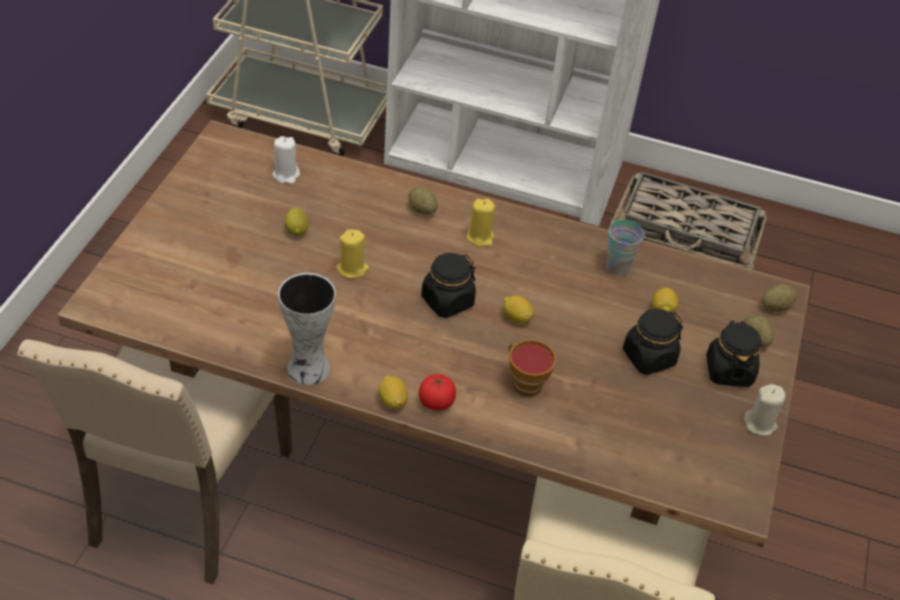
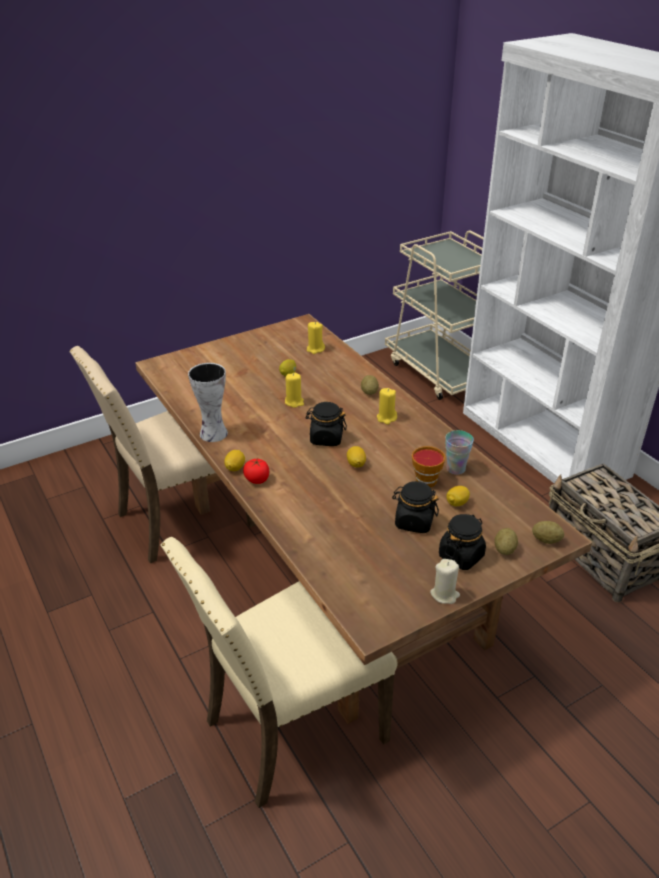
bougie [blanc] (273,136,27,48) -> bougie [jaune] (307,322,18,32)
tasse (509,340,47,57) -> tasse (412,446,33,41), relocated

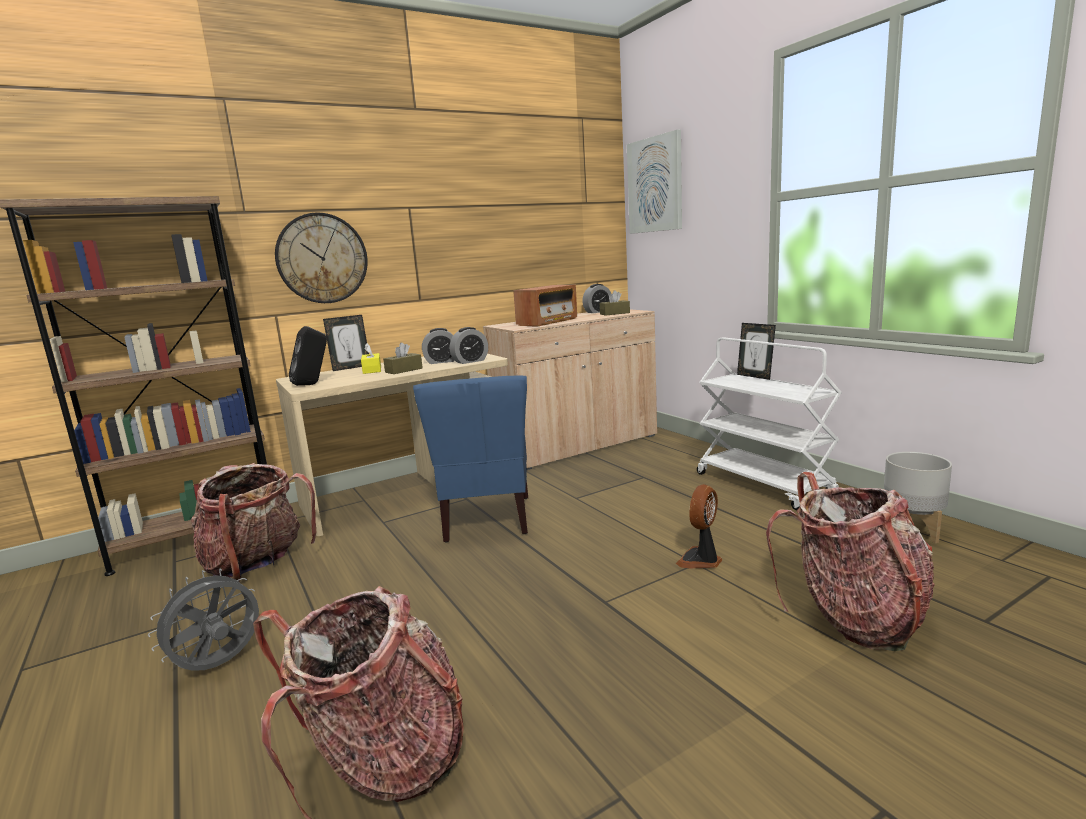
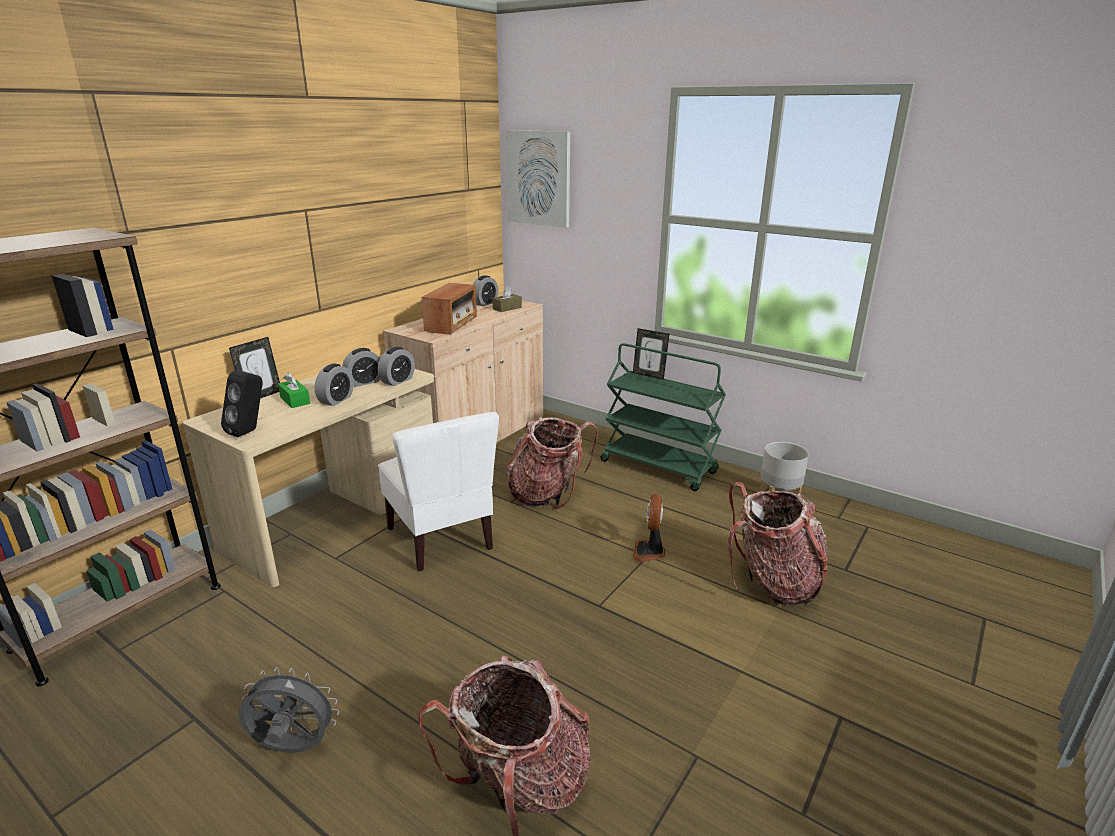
horloge murale (275,213,93,90) -> none
chariot [blanc] (697,337,145,173) -> chariot [vert] (601,343,125,148)
boîte à mouchoirs [marron] (383,342,40,32) -> réveil (315,363,39,43)
boîte à mouchoirs [jaune] (361,343,20,31) -> boîte à mouchoirs [vert] (278,373,32,35)
chaise [bleu] (413,376,115,167) -> chaise [blanc] (378,412,121,159)
sac à dos (191,463,125,119) -> sac à dos (506,417,92,93), relocated
ventilateur [gris] (148,569,111,102) -> ventilateur [gris] (239,667,100,86), 75 degrees clockwise

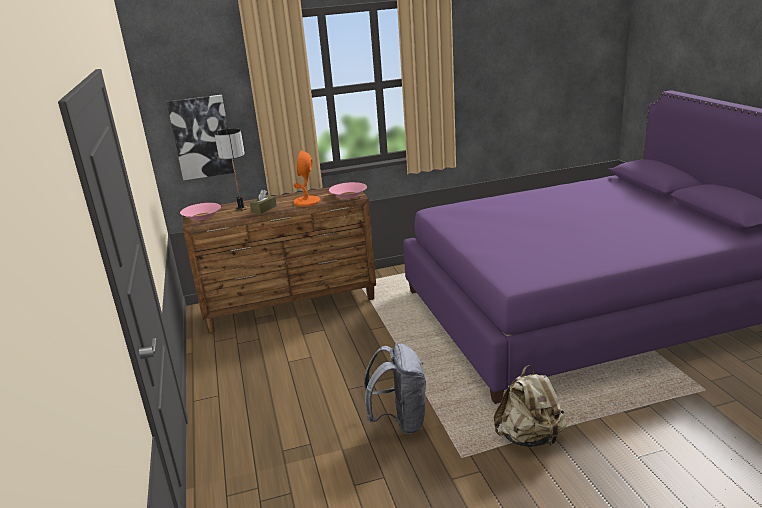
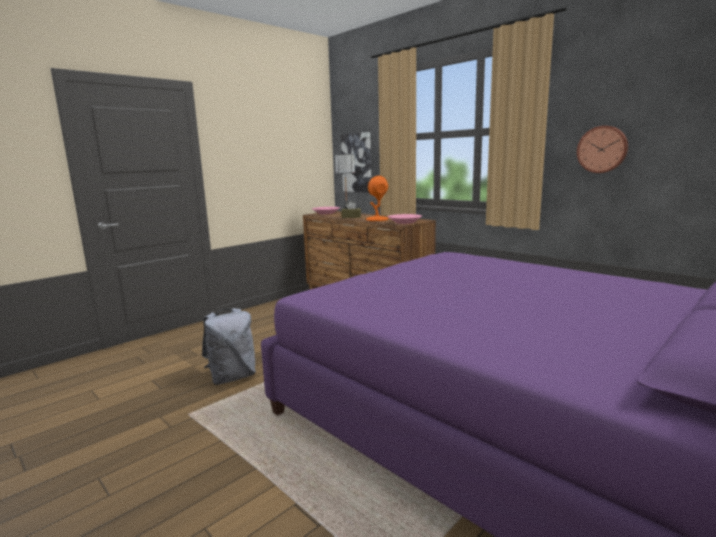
sac à dos [beige] (494,365,73,82) -> none
none -> horloge murale (577,126,51,47)

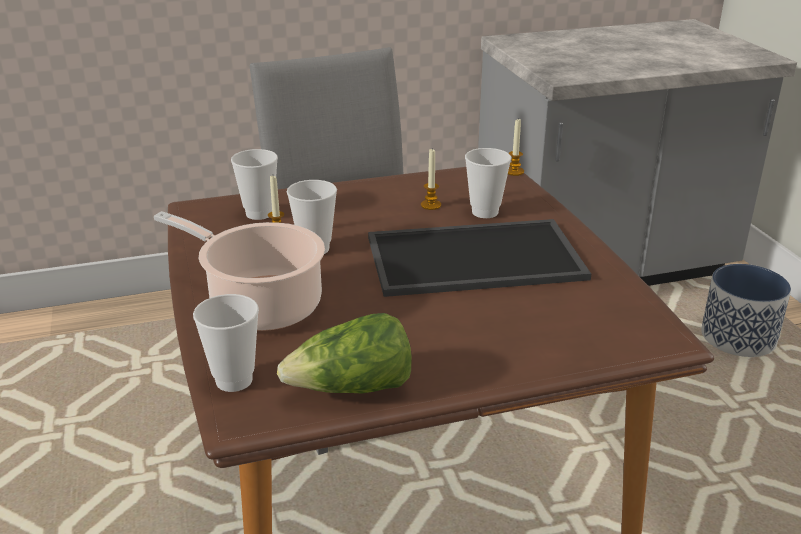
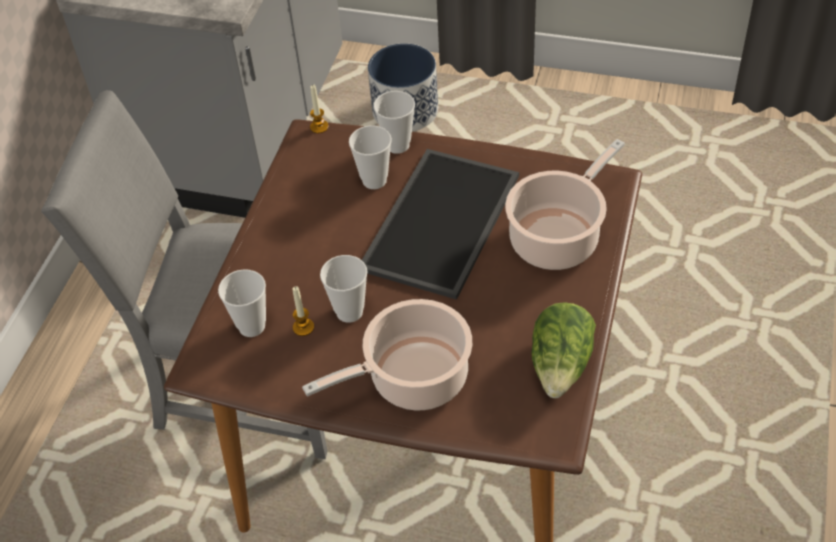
bougie (421,149,20,61) -> none
tasse (193,294,66,98) -> tasse (374,91,41,63), relocated
none -> marmite (505,139,120,131)

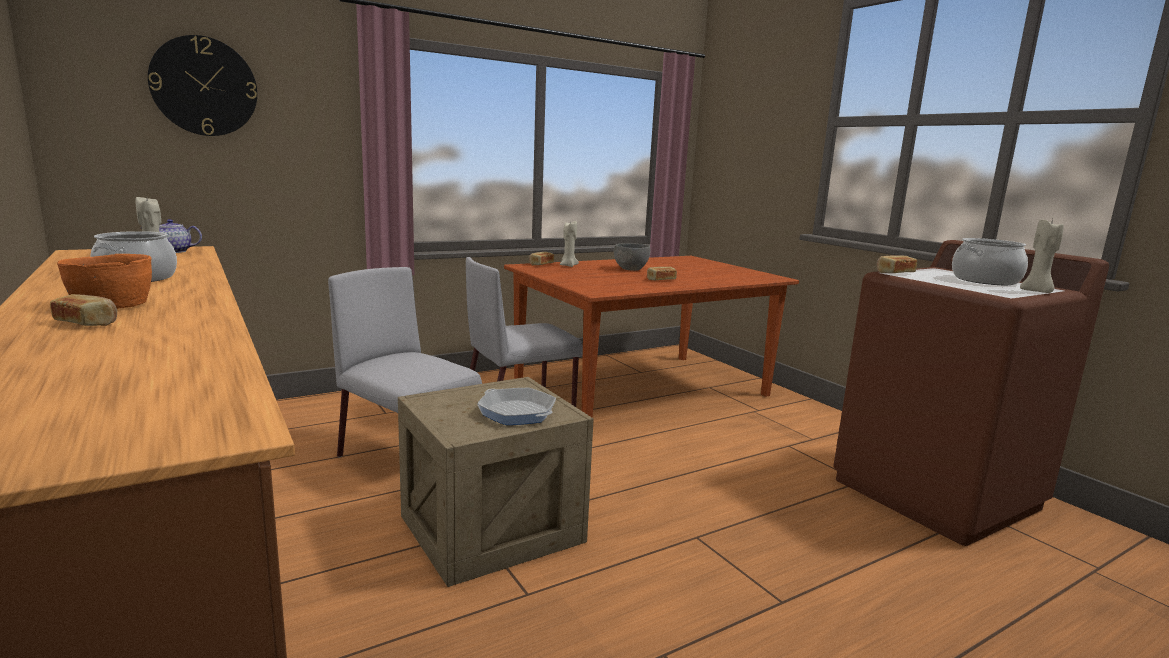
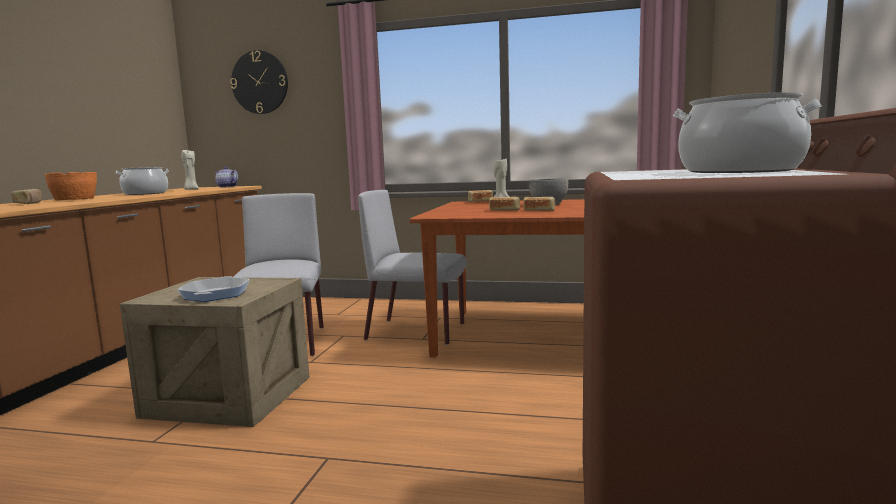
bougie [beige] (1020,219,44,74) -> none
pain (877,255,40,18) -> pain (489,197,31,13), relocated

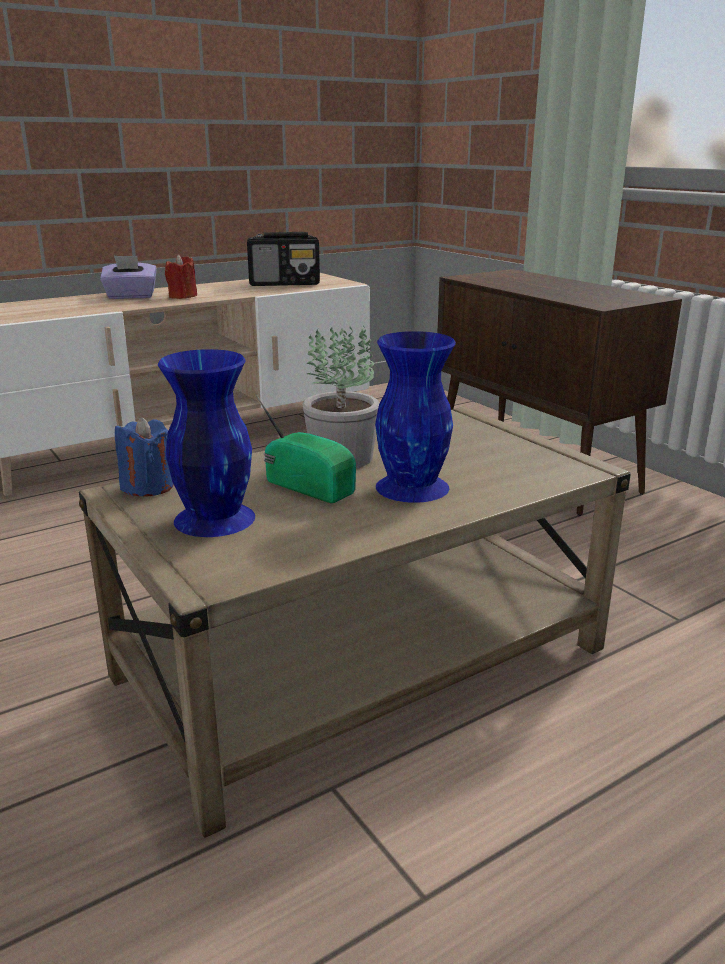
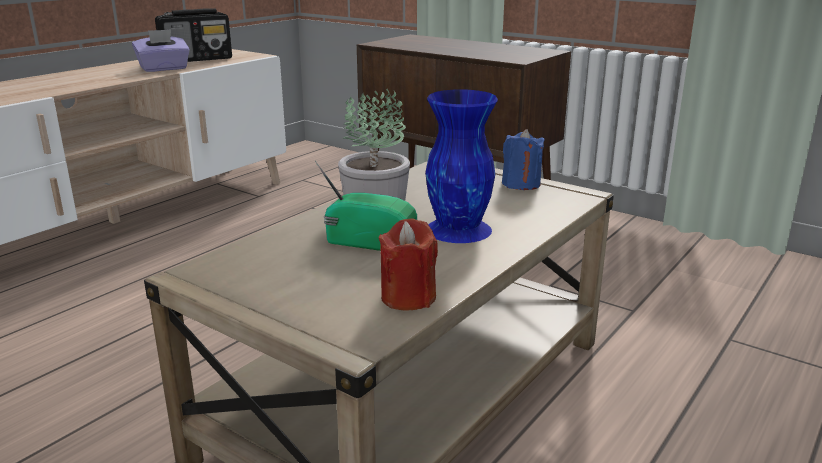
bougie [rouge] (165,255,32,44) -> bougie [rouge] (379,218,59,93), relocated
boîte à mouchoirs [violet] (100,256,57,43) -> boîte à mouchoirs [violet] (132,29,58,43), relocated
vase [bleu] (158,349,97,188) -> none
bougie [bleu] (115,417,59,80) -> bougie [bleu] (502,129,43,61), relocated

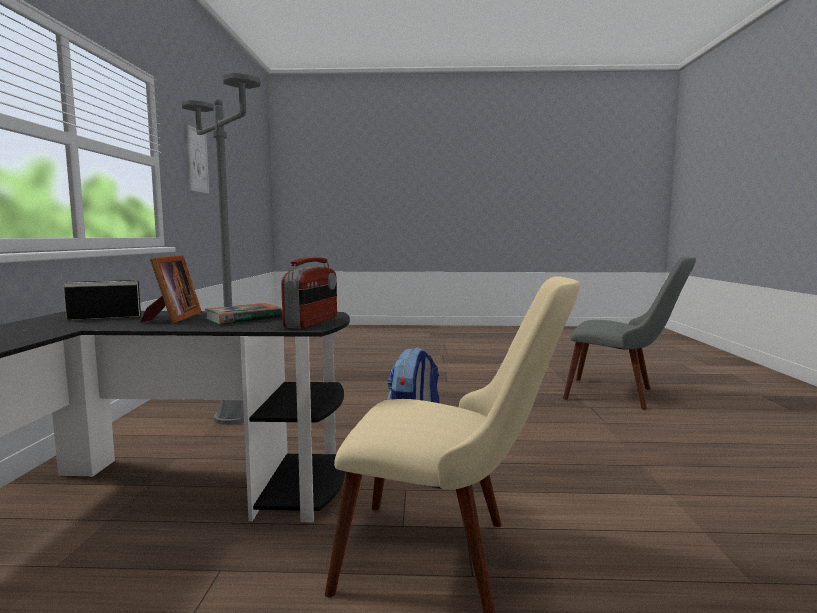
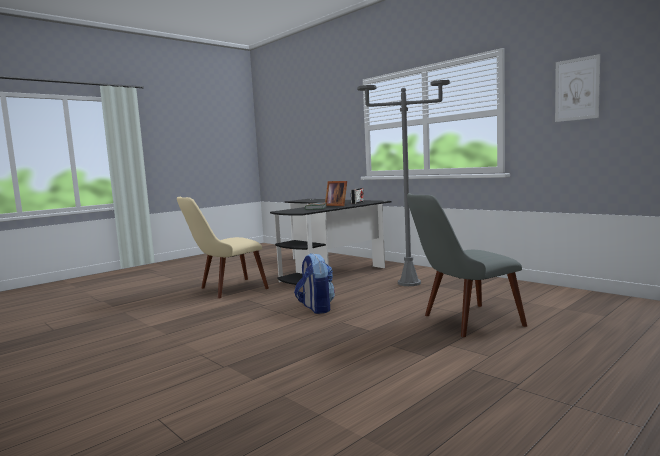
chaise [gris] (563,256,133,154) -> chaise [gris] (407,193,120,144), relocated
radio (281,257,56,72) -> none

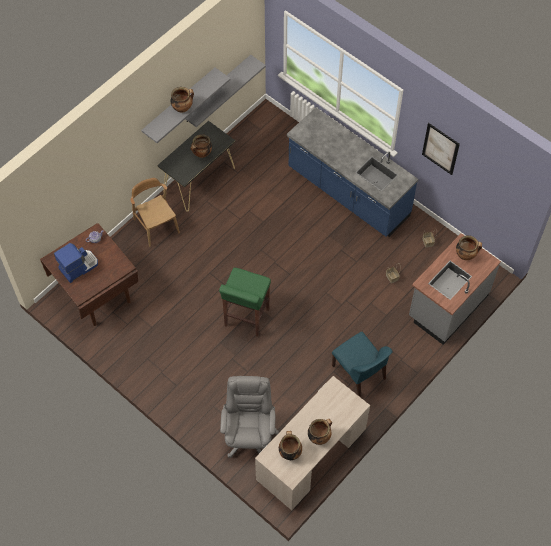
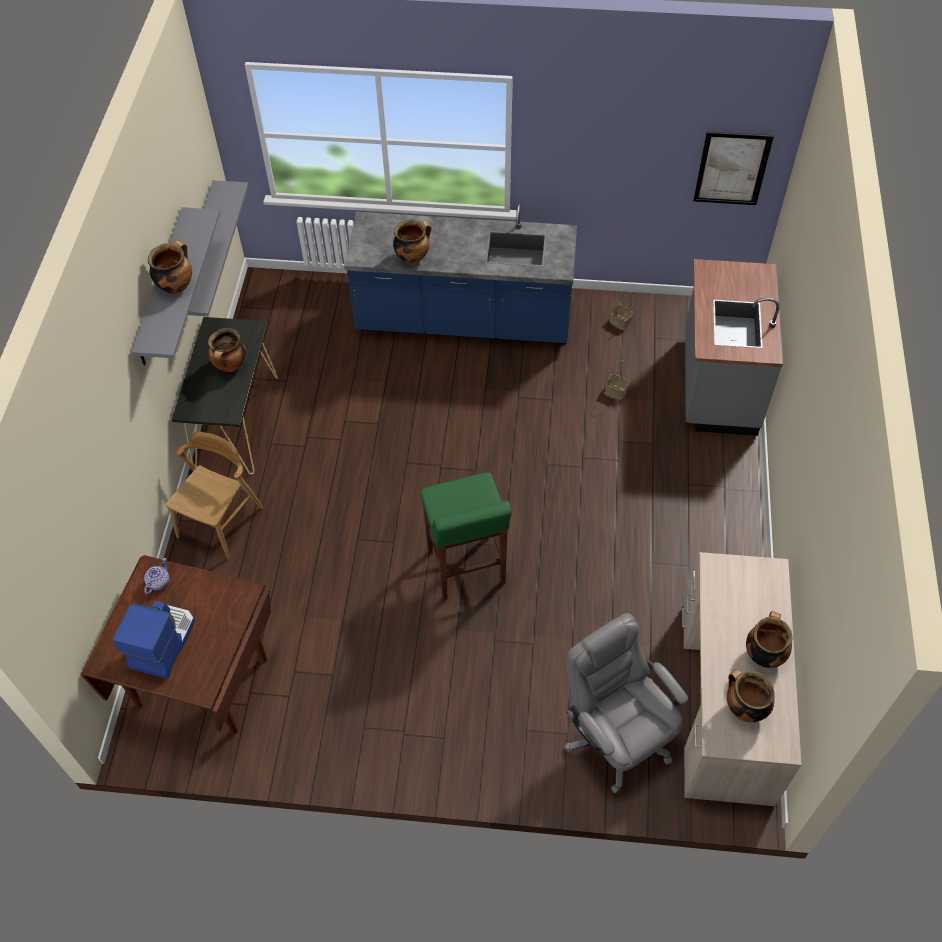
tableau (422,123,38,52) -> tableau (693,132,81,73), relocated
chaise [marron] (131,178,49,69) -> chaise [marron] (166,432,97,128), 90 degrees clockwise
marmite (456,235,26,25) -> marmite (393,219,38,45), relocated
chaise [bleu] (332,332,61,65) -> none

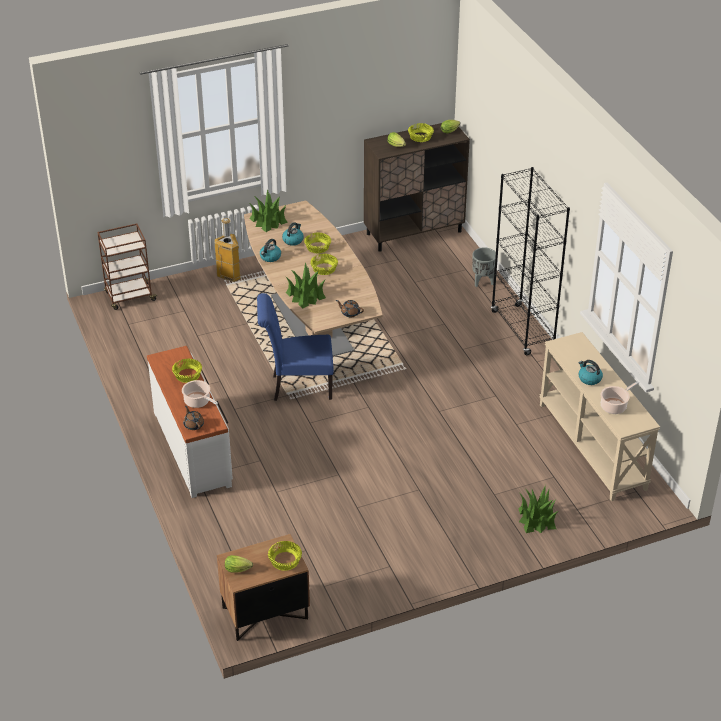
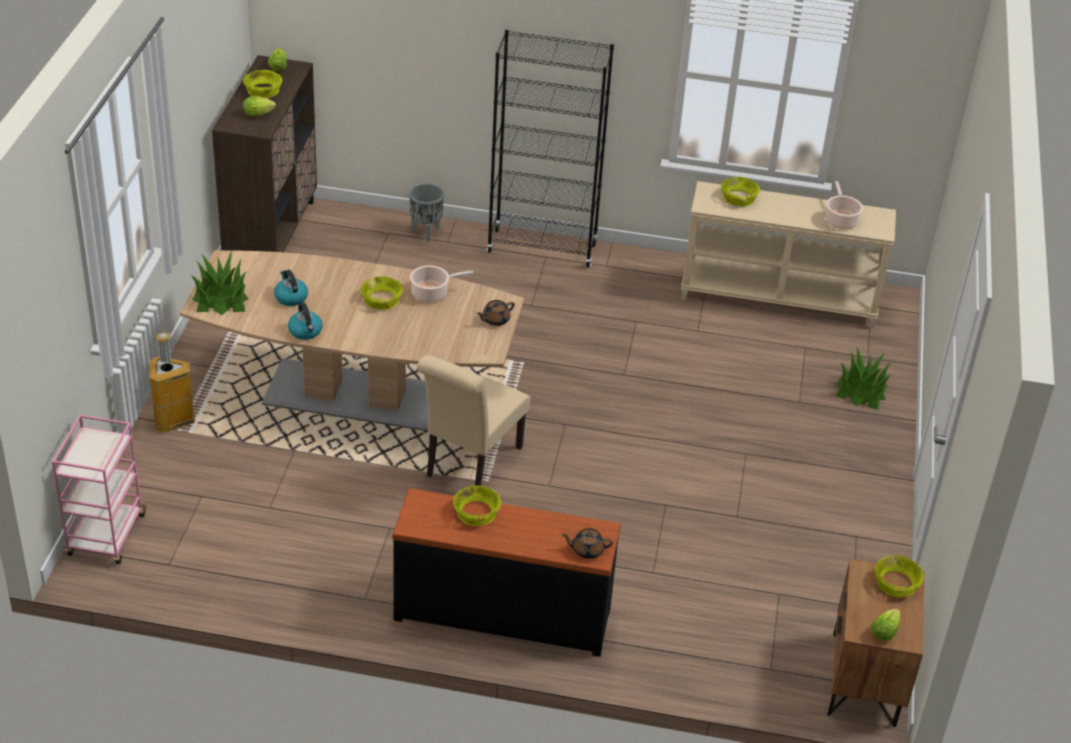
chariot [marron] (97,223,61,87) -> chariot [rose] (52,415,95,149)
bol [jaune] (304,233,27,20) -> bol [jaune] (721,177,39,29), relocated
plante en pot (285,262,41,46) -> none
chaise [bleu] (257,293,77,108) -> chaise [beige] (417,355,113,137)
commode [blanc] (147,346,86,152) -> commode [noir] (393,488,228,169)
bouilloire (579,360,24,25) -> none
marmite (182,380,36,28) -> marmite (410,265,63,37), relocated

